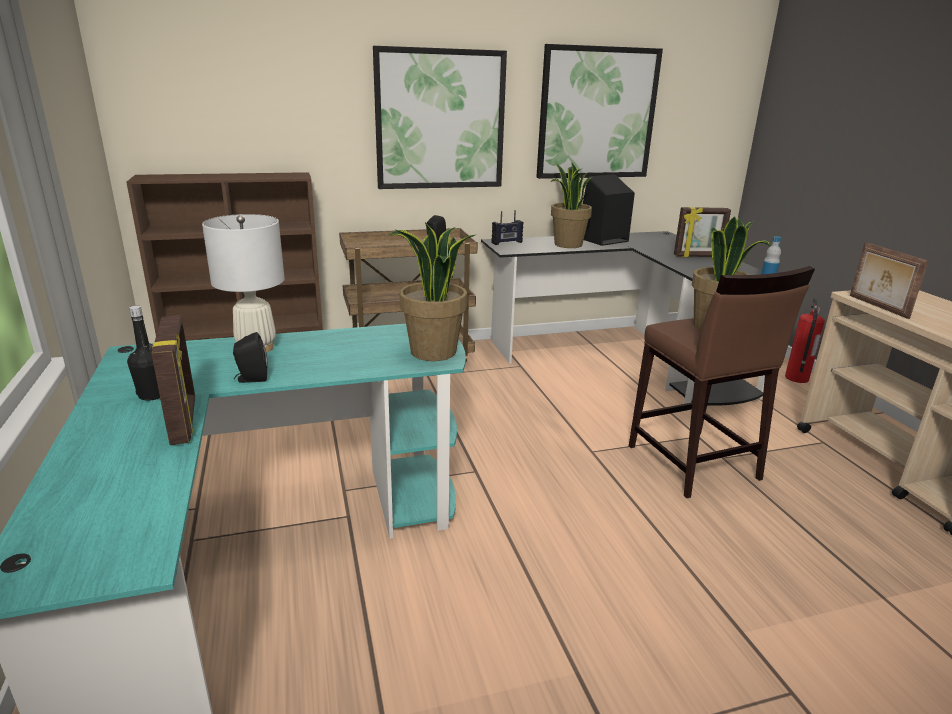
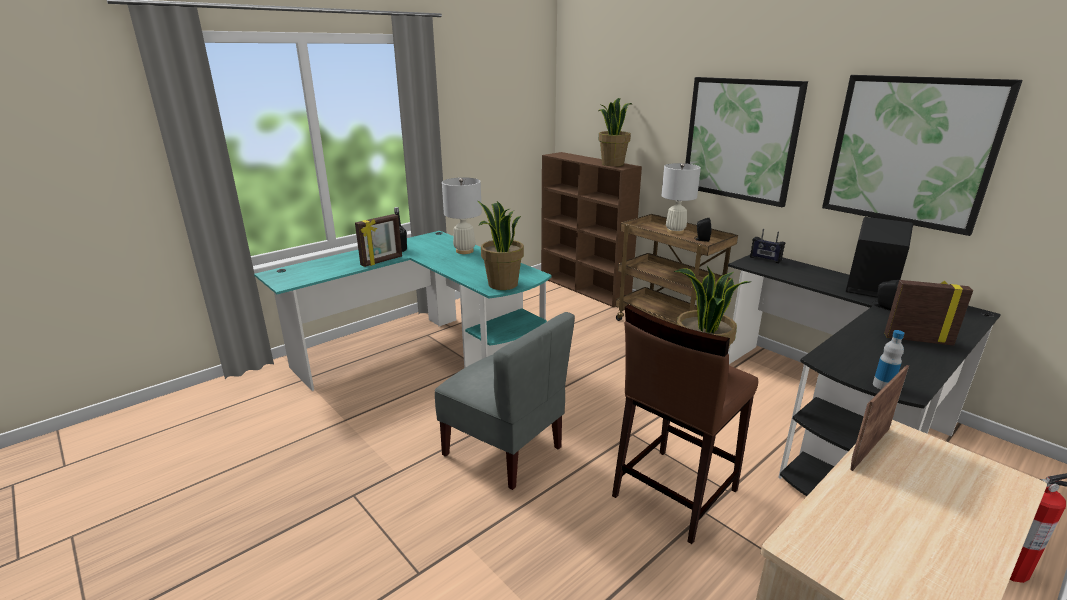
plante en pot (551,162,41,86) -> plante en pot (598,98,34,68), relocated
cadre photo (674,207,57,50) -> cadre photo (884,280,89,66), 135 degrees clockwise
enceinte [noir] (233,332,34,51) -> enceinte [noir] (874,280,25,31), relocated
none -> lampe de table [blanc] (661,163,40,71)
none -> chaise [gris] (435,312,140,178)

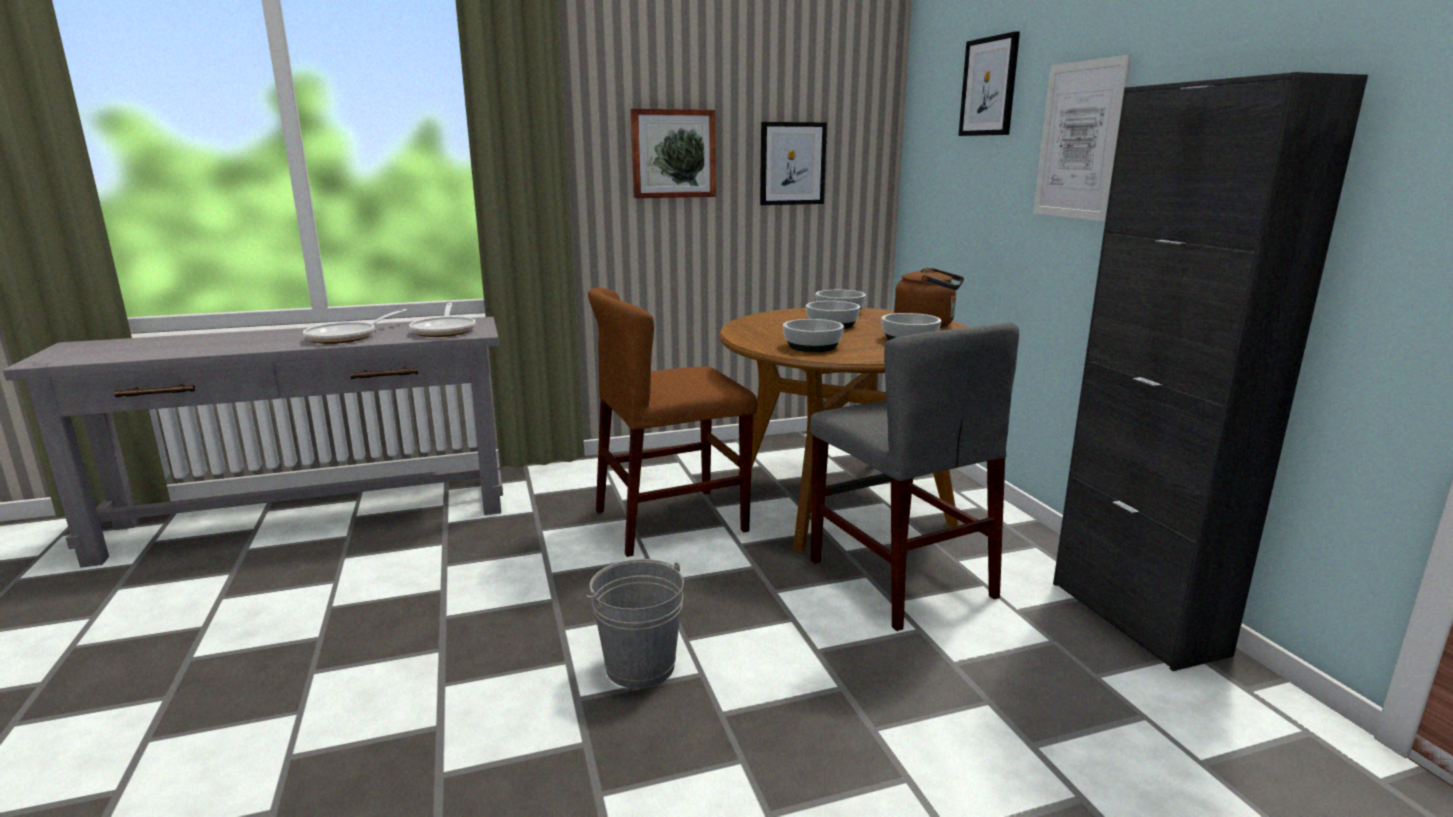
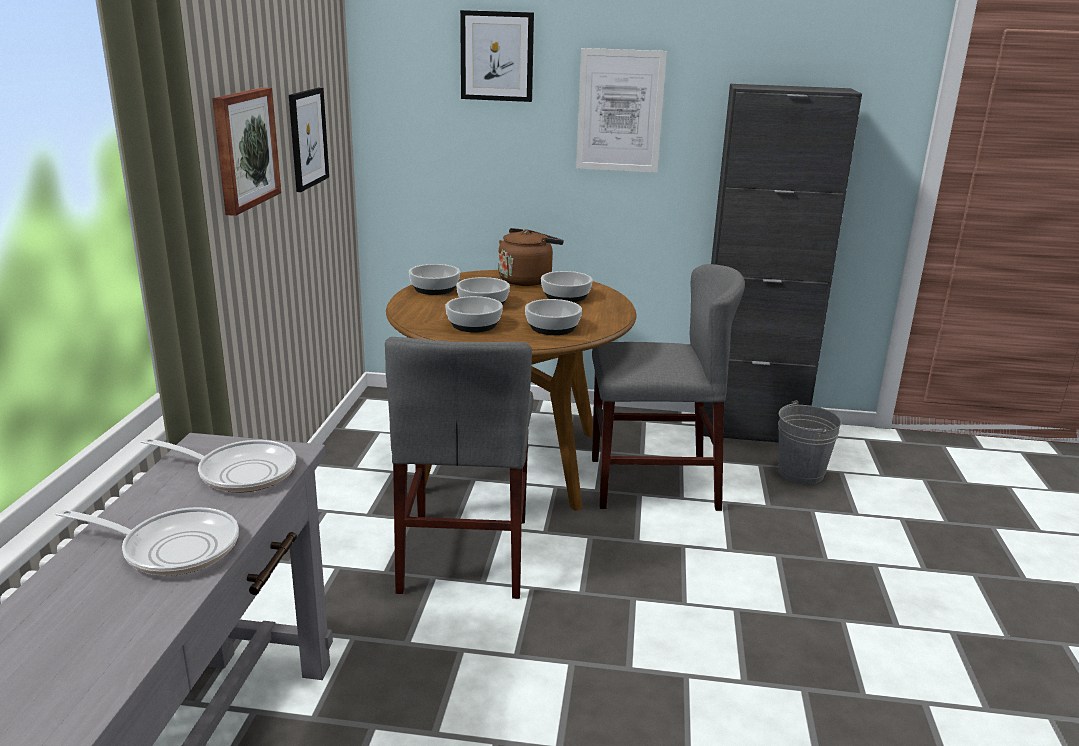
chaise [marron] (588,287,169,270) -> chaise [gris] (385,337,148,262)
poêle (303,309,104,35) -> poêle (55,507,184,69), 45 degrees counterclockwise
seau [gris] (586,559,98,130) -> seau [gris] (778,400,63,84), relocated
none -> bol (445,296,58,36)

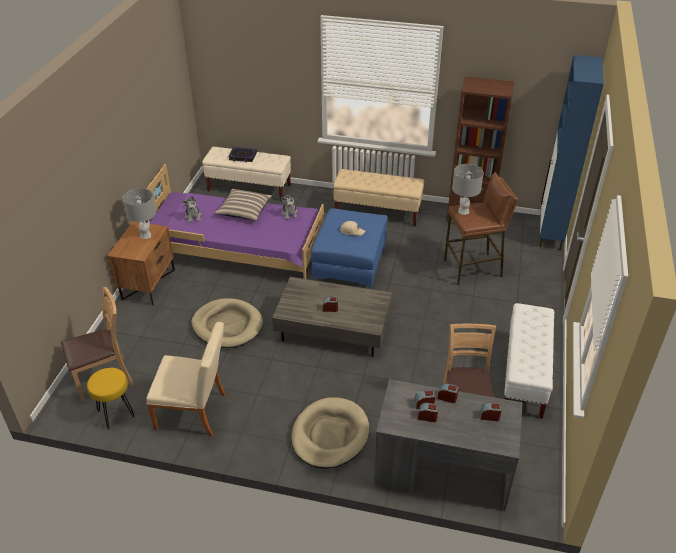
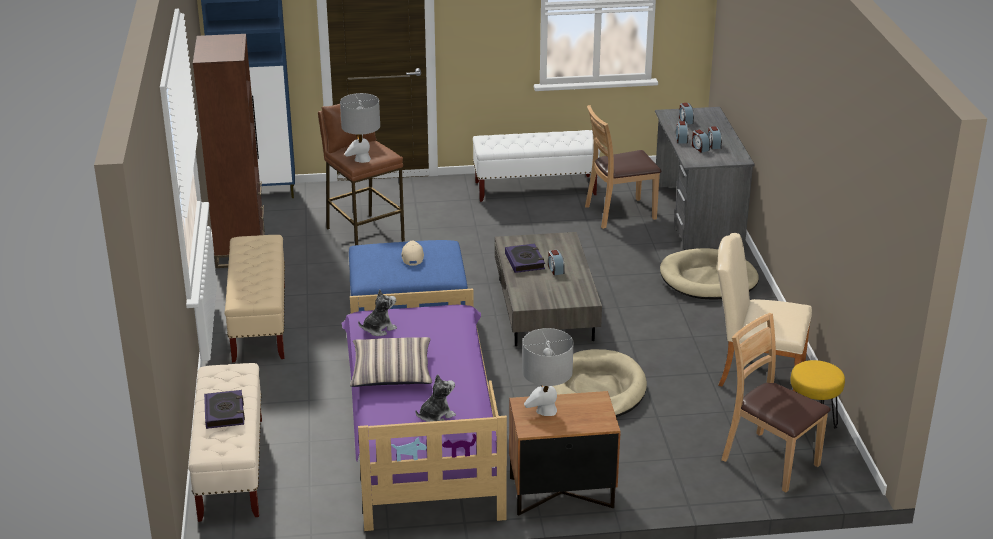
chaise [beige] (146,322,80,114) -> chaise [beige] (717,233,95,159), 60 degrees counterclockwise
none -> livre (505,244,40,29)

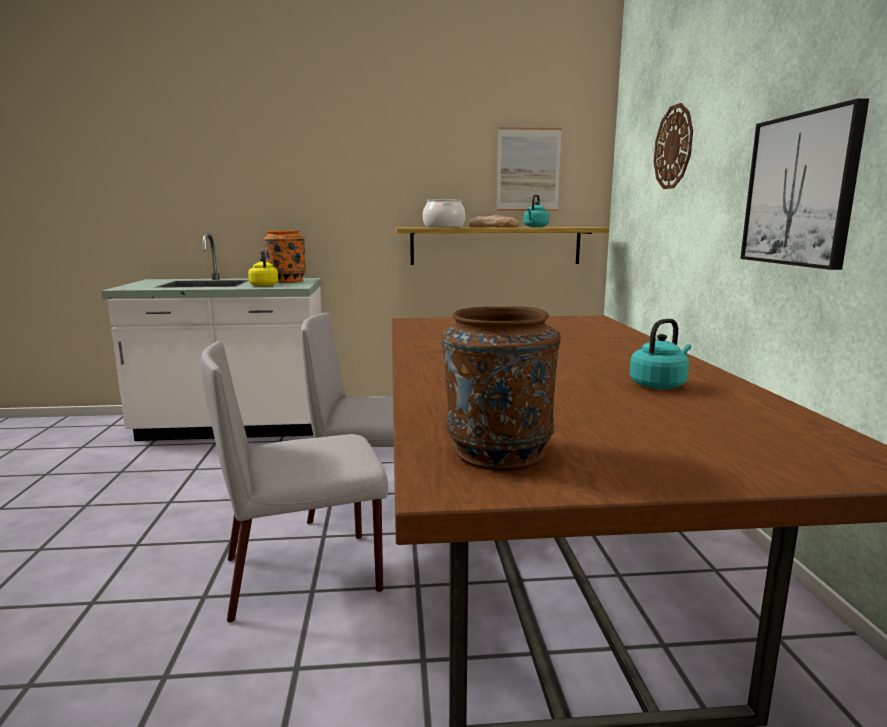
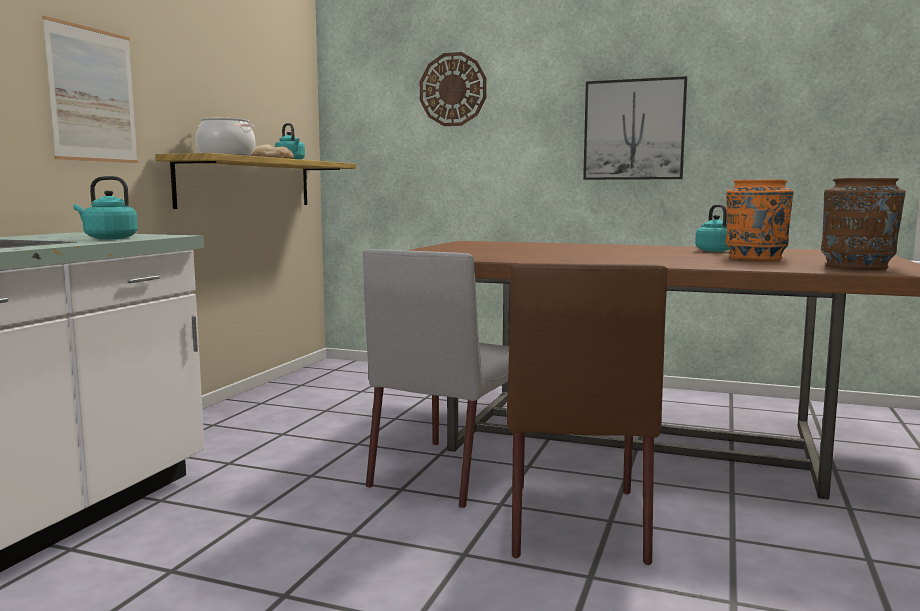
tableau (497,127,65,84) -> tableau (42,16,96,147), relocated
vase [orange] (263,230,43,53) -> vase [orange] (726,180,68,81), relocated
bouilloire [jaune] (248,250,30,37) -> bouilloire [turquoise] (73,176,65,63)
chaise [gris] (200,341,188,282) -> chaise [marron] (506,263,162,302)

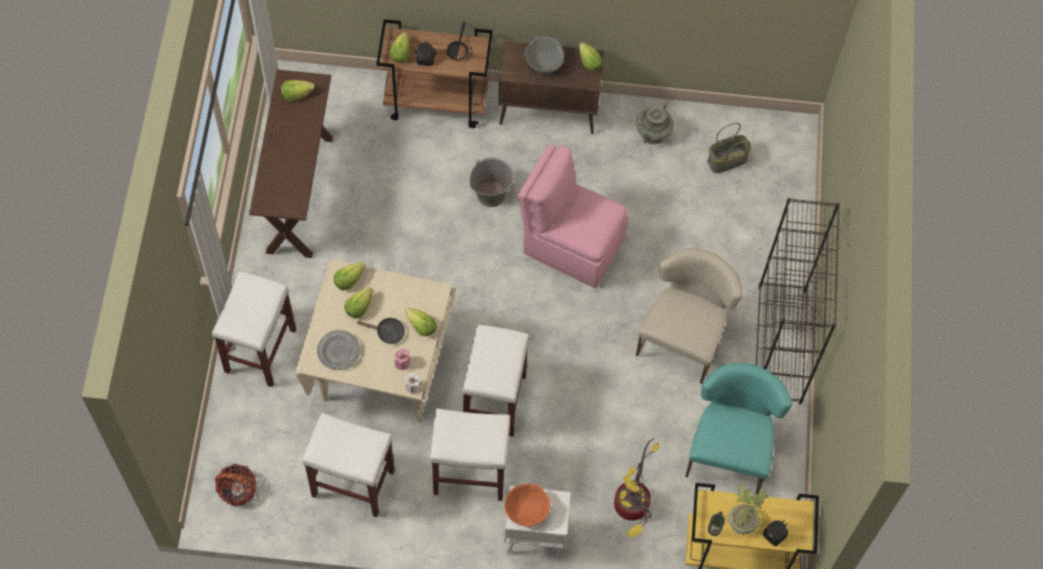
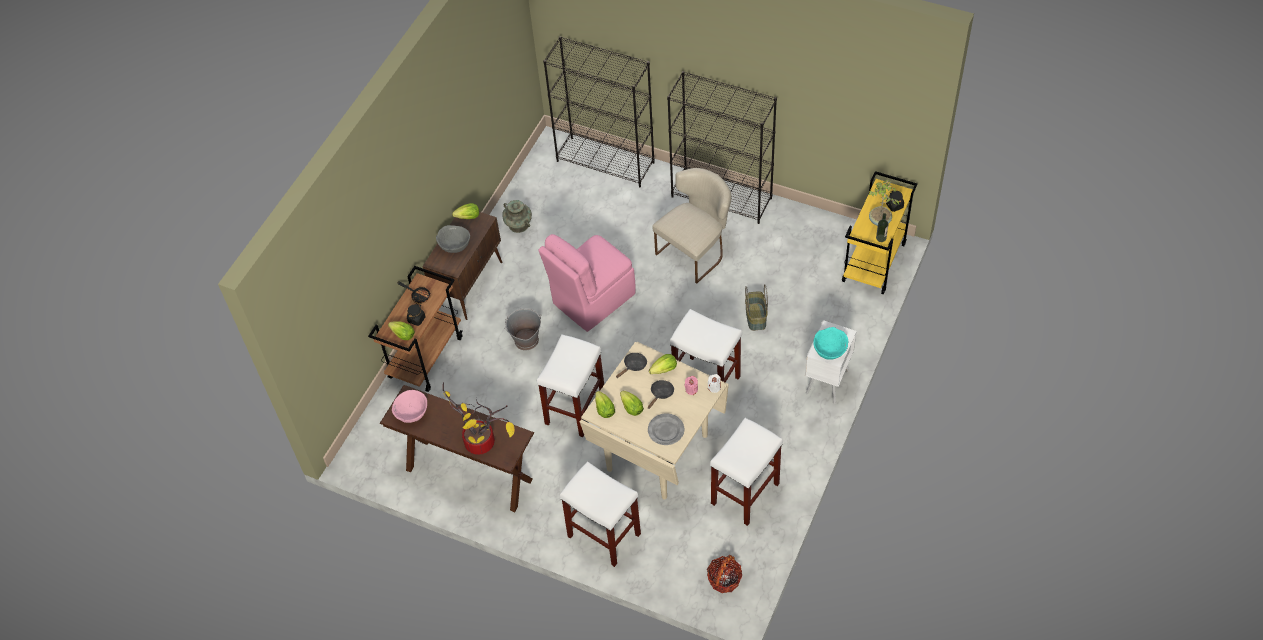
laitue (281,80,34,21) -> bol [rose] (392,390,35,33)
panier (707,123,45,50) -> panier (745,284,23,47), relocated
chaise [beige] (636,249,107,135) -> chaise [beige] (652,168,80,116), 90 degrees clockwise
chaise [turquoise] (685,363,107,131) -> none
tabouret [blanc] (430,409,80,92) -> tabouret [blanc] (537,334,67,103), relocated
plante en pot (614,438,45,99) -> plante en pot (443,382,72,73), relocated
bol [orange] (505,484,46,43) -> bol [turquoise] (813,327,35,33)
none -> bibliothèque [noir] (543,36,112,151)
none -> poêle [noir] (616,353,31,25)

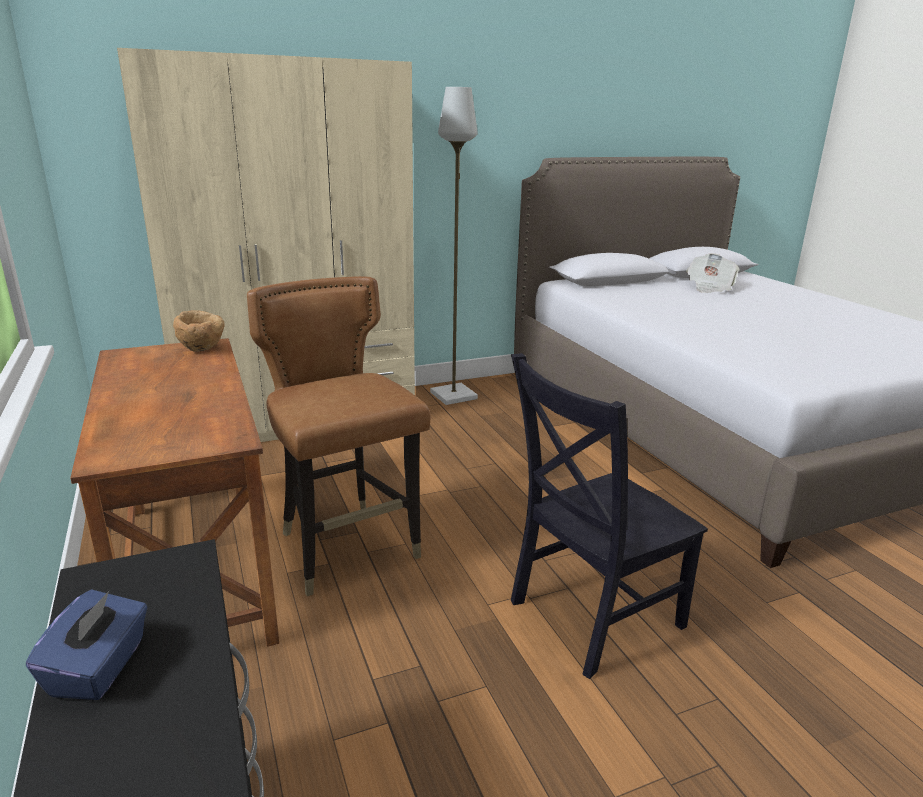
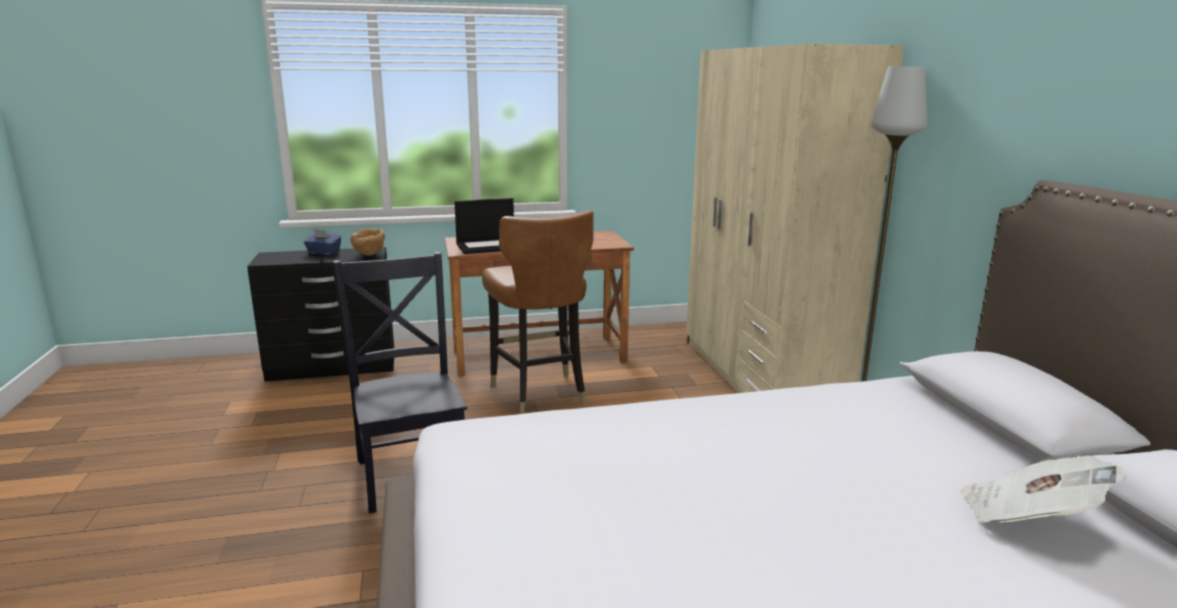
chaise [marron] (247,276,183,320) -> chaise [marron] (482,210,112,204), 90 degrees clockwise
bol [marron] (173,310,52,42) -> bol [marron] (350,228,35,28), relocated
none -> ordinateur portable (454,198,60,56)

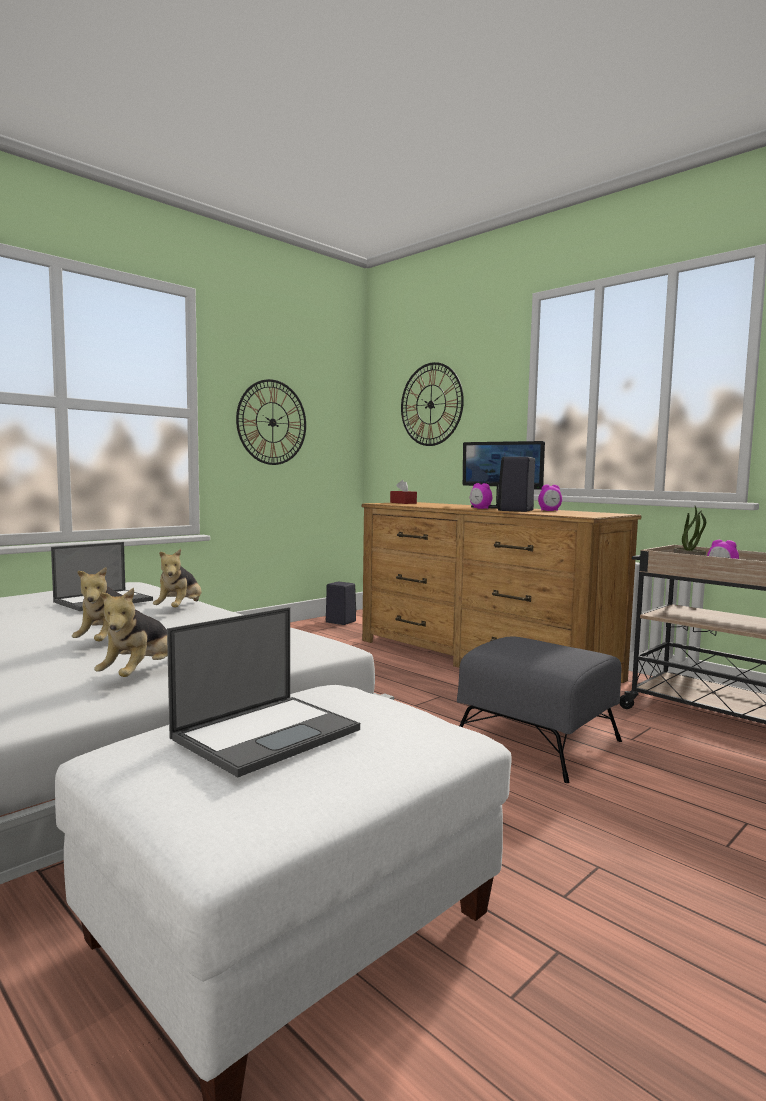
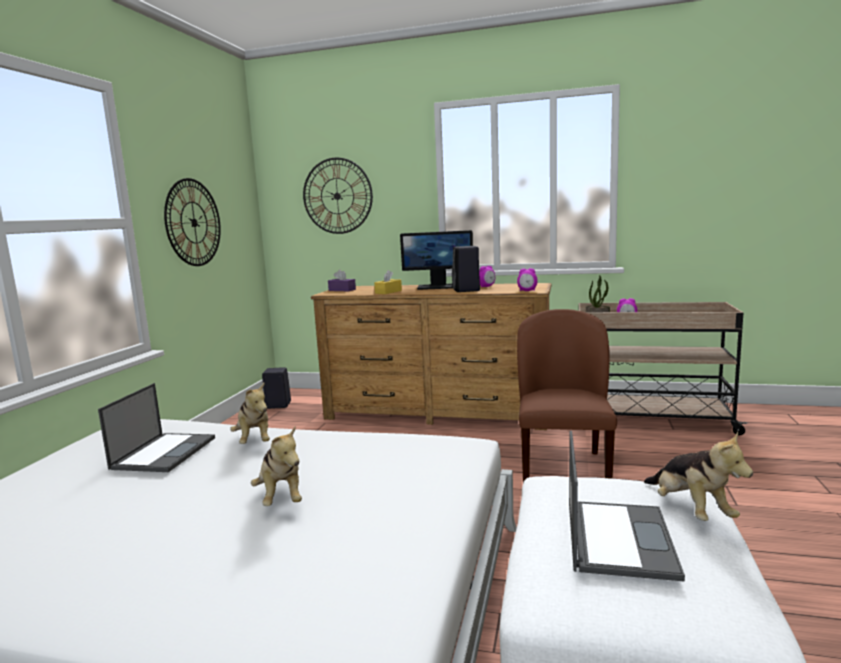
boîte à mouchoirs [rouge] (390,480,27,24) -> boîte à mouchoirs [violet] (328,270,28,21)
réveil (470,483,22,26) -> réveil (517,268,21,23), relocated
peluche (94,588,74,89) -> peluche (644,431,109,90), relocated
pouf [gris] (457,637,165,146) -> chaise [marron] (517,309,100,174)
none -> boîte à mouchoirs [jaune] (374,270,28,24)

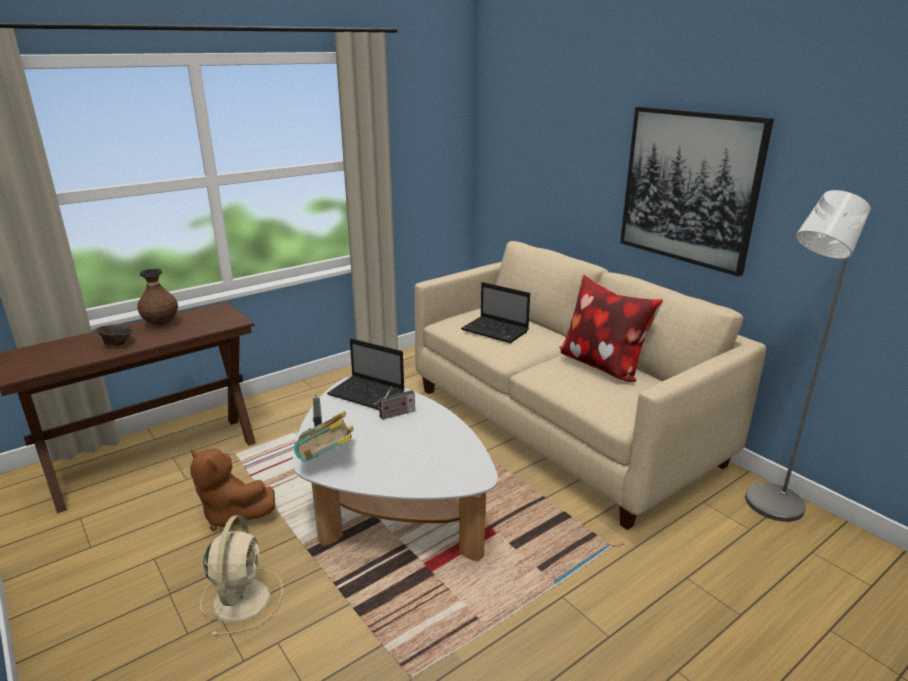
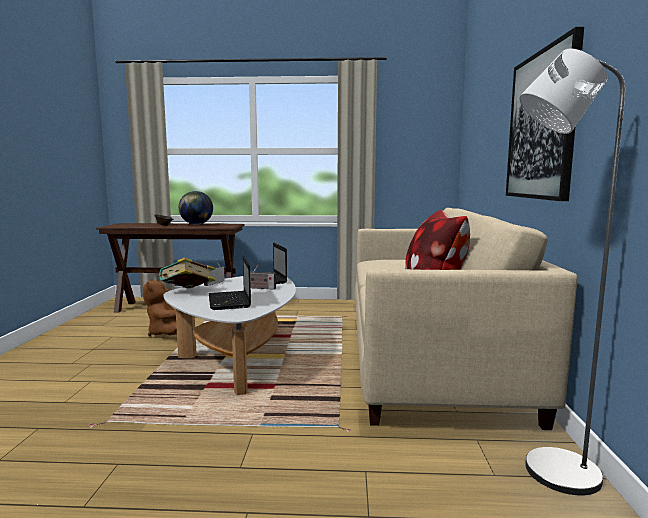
vase [marron] (137,268,41,58) -> globe (179,191,34,34)
ordinateur portable (461,282,69,61) -> ordinateur portable (209,256,42,54), relocated
ventilateur [beige] (200,515,83,121) -> none

